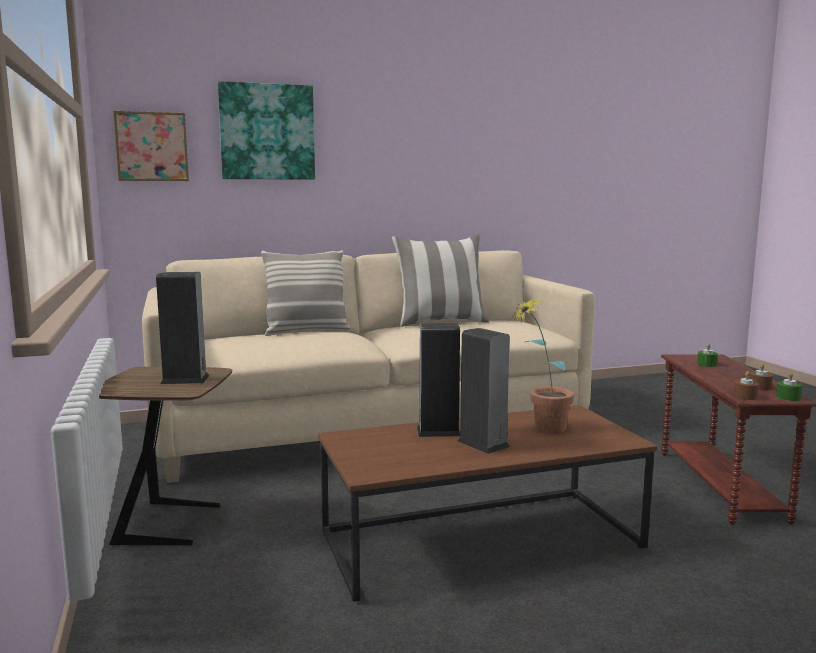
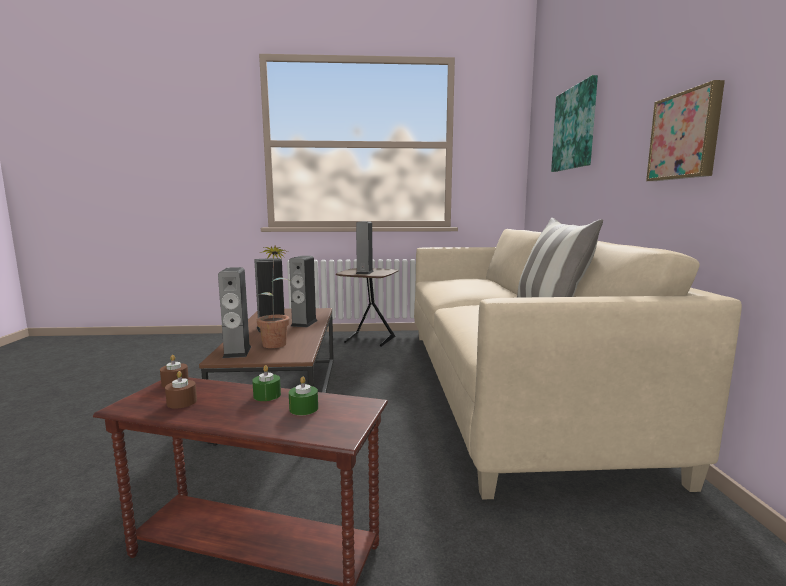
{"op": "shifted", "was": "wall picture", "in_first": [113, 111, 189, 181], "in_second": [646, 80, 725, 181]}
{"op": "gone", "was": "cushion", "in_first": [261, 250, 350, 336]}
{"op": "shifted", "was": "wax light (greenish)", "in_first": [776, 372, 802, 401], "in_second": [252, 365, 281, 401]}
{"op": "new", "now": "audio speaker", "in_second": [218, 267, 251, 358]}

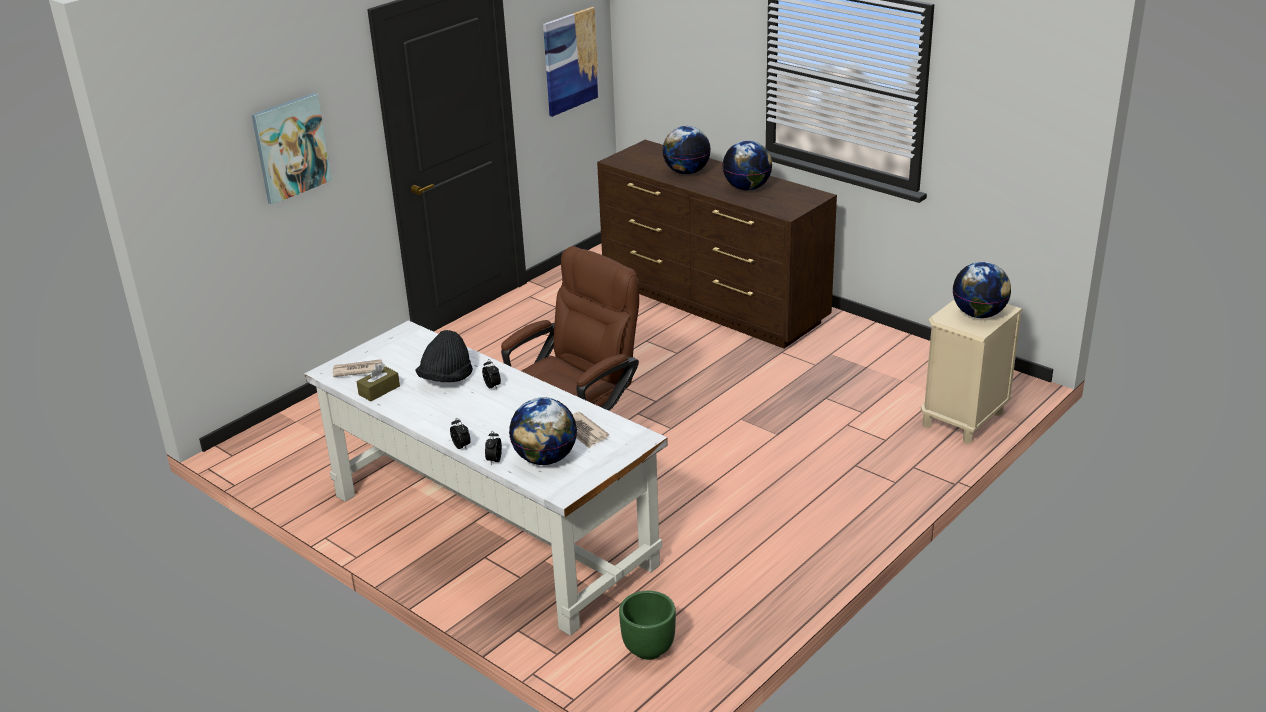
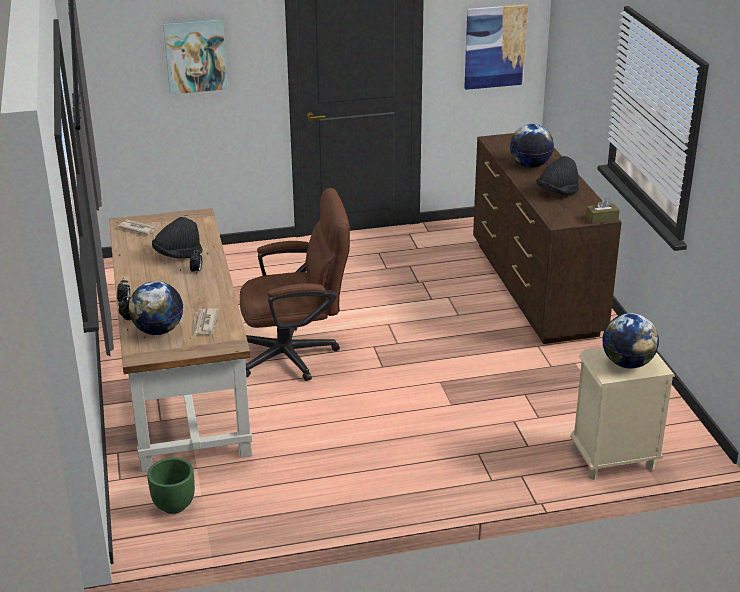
{"op": "swapped", "was": "desk globe", "now": "clothing hat (black)", "in_first": [722, 140, 772, 190], "in_second": [536, 156, 579, 195]}
{"op": "repainted", "was": "desk unit (whitish)", "now": "desk unit (brown)", "in_first": [304, 320, 668, 636], "in_second": [109, 208, 252, 472]}
{"op": "shifted", "was": "tissue box (brown)", "in_first": [357, 363, 400, 401], "in_second": [586, 197, 620, 224]}

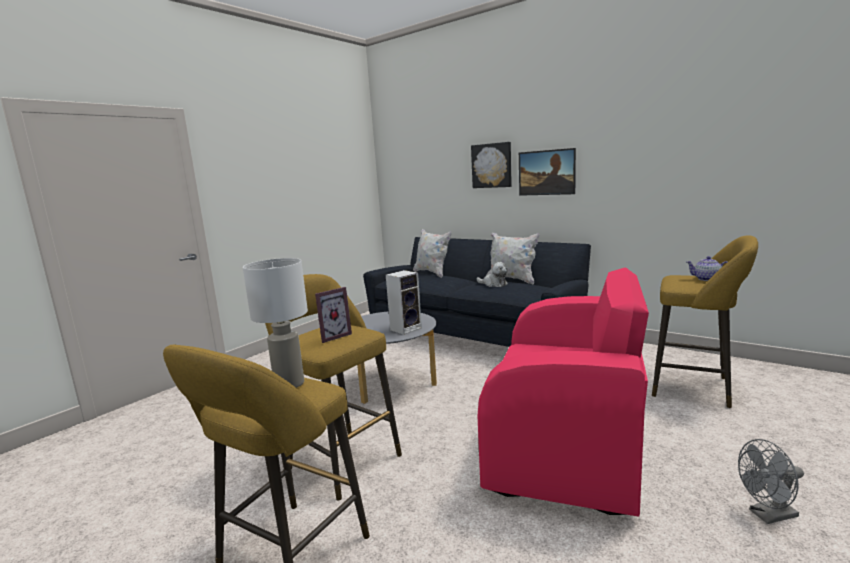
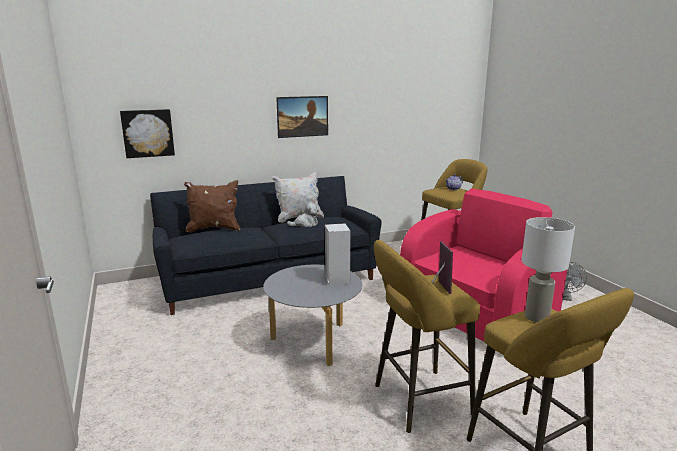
{"op": "shifted", "was": "wall picture", "in_first": [471, 142, 512, 188], "in_second": [120, 109, 175, 158]}
{"op": "repainted", "was": "cushion (whitish)", "now": "cushion (brown)", "in_first": [413, 229, 452, 278], "in_second": [184, 180, 240, 233]}

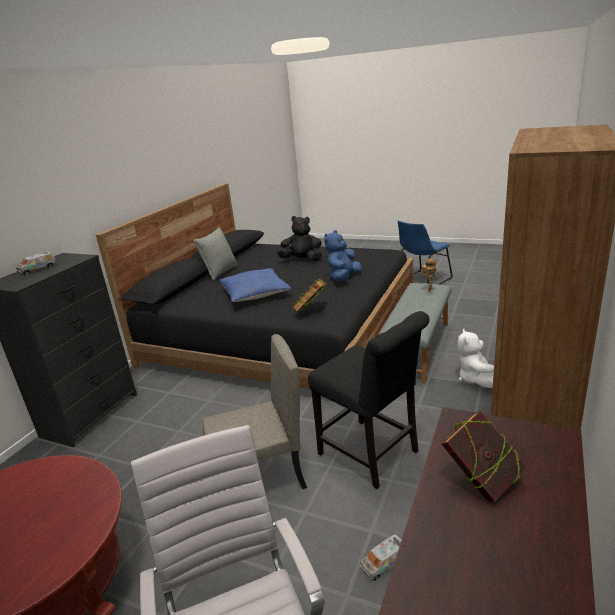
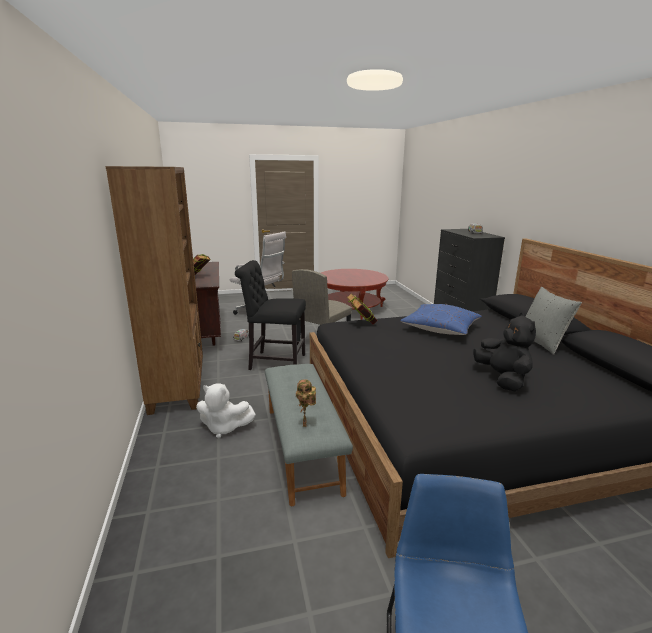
{"op": "rotated", "was": "cuddly toy (black)", "in_first": [277, 216, 322, 261], "in_second": [473, 313, 536, 392], "clockwise": -75}
{"op": "gone", "was": "cuddly toy (bluish)", "in_first": [325, 230, 361, 282]}
{"op": "rotated", "was": "cuddly toy (whitish)", "in_first": [458, 329, 494, 388], "in_second": [196, 383, 256, 438], "clockwise": 135}

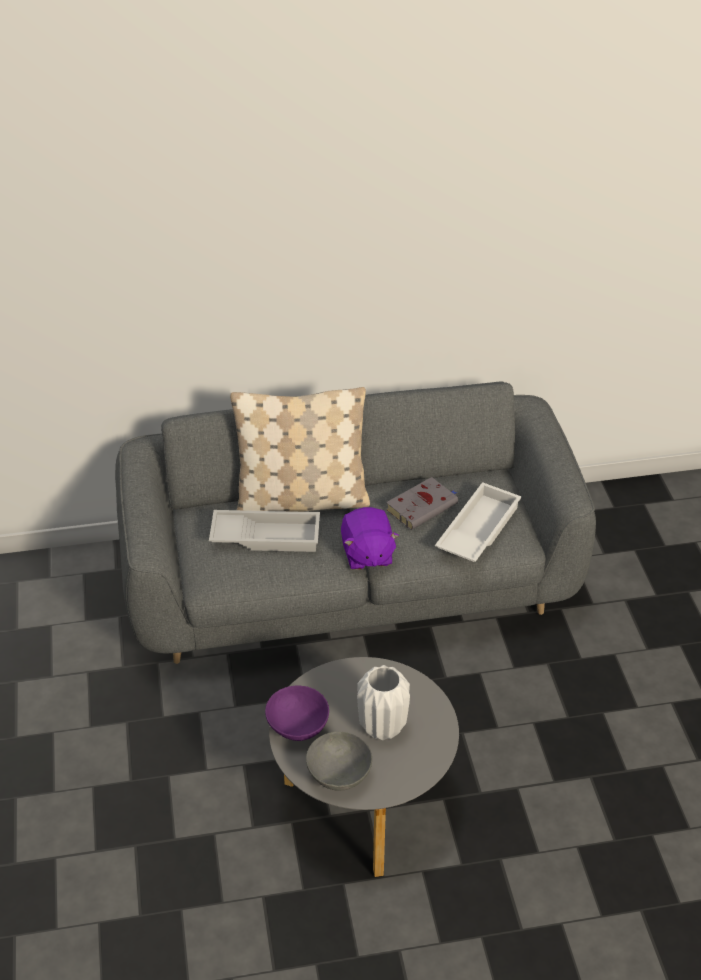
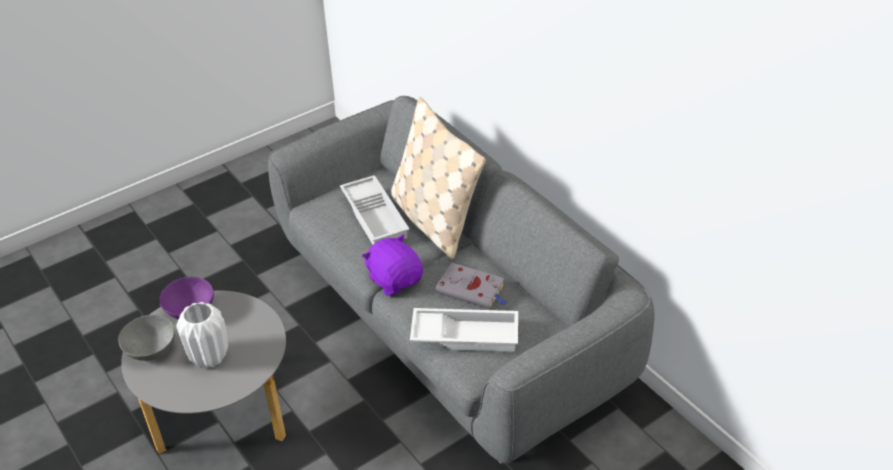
{"op": "rotated", "was": "cuddly toy (purplish)", "in_first": [341, 507, 399, 570], "in_second": [362, 234, 423, 296], "clockwise": 90}

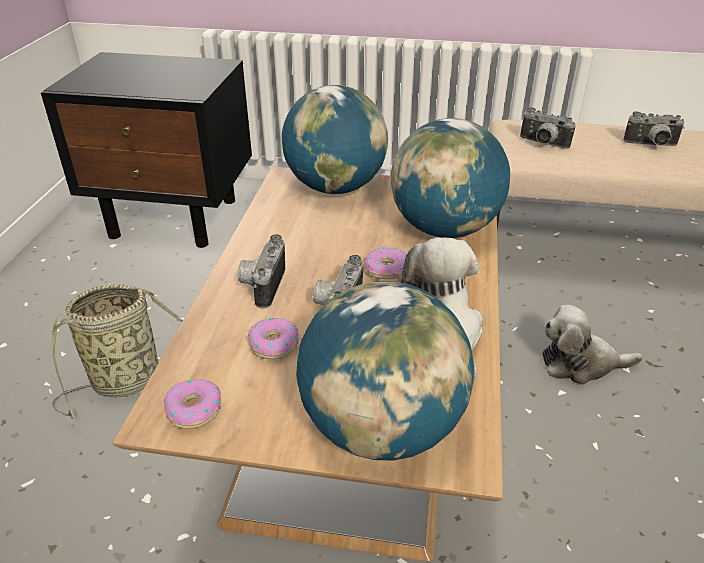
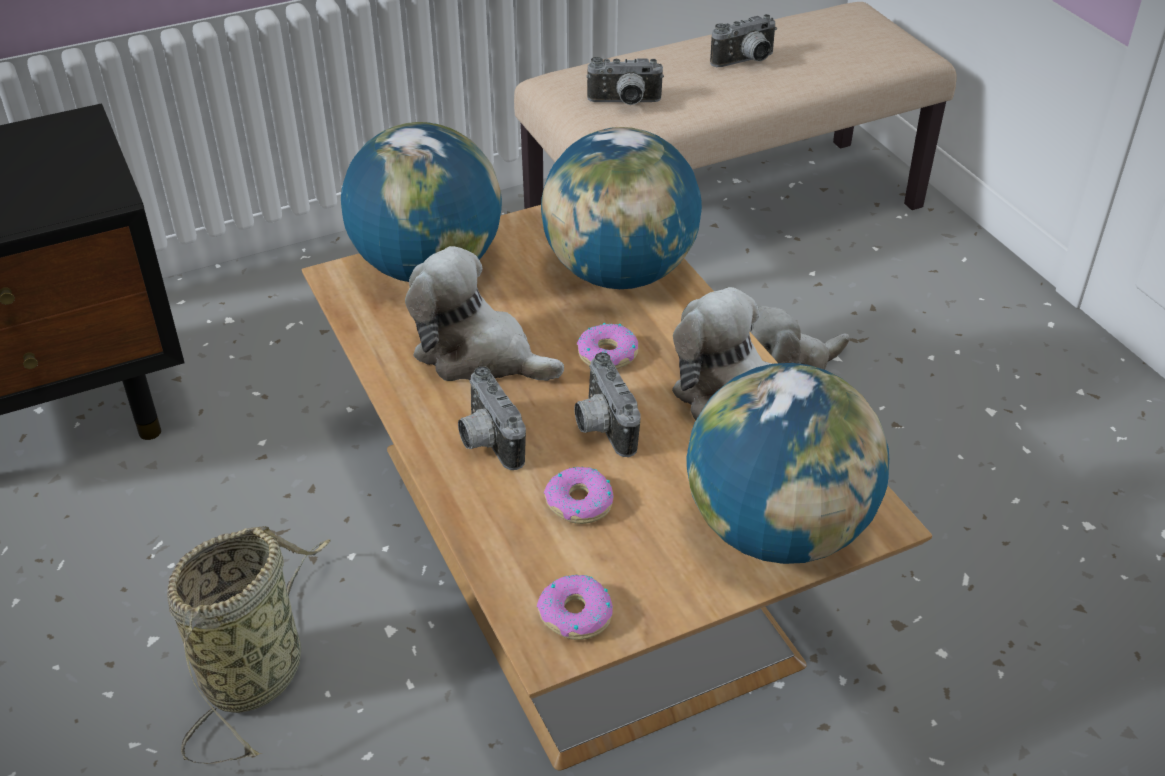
{"op": "new", "now": "cuddly toy", "in_second": [405, 246, 564, 381]}

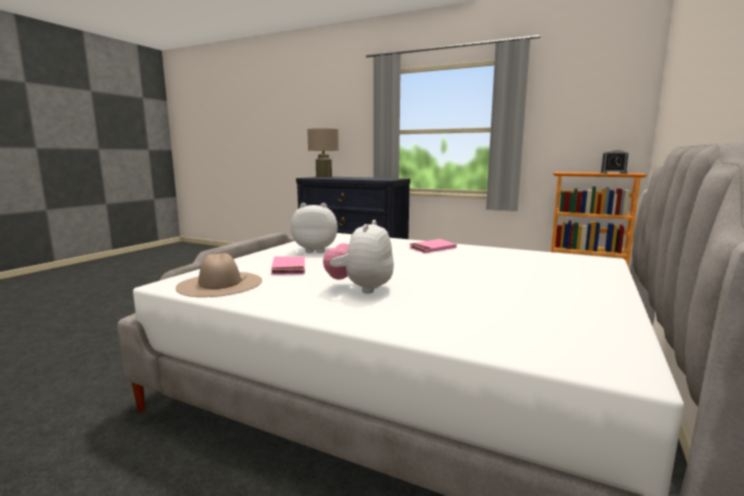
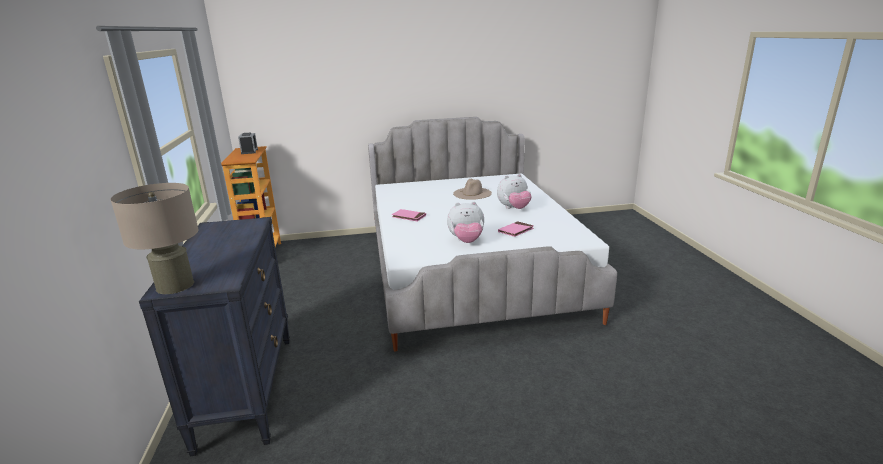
{"op": "rotated", "was": "cuddly toy", "in_first": [291, 203, 338, 253], "in_second": [447, 202, 484, 243], "clockwise": -60}
{"op": "shifted", "was": "clothing hat (beige)", "in_first": [176, 253, 262, 297], "in_second": [453, 179, 492, 200]}

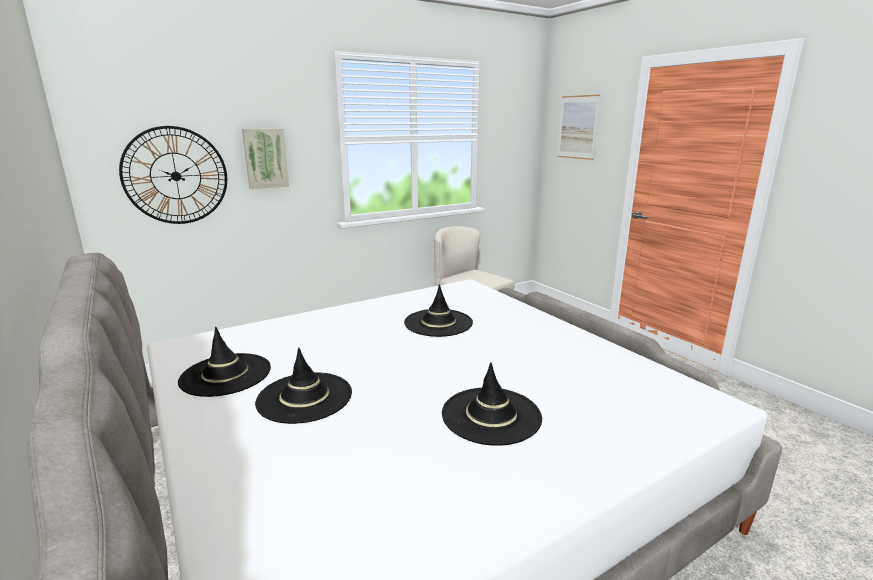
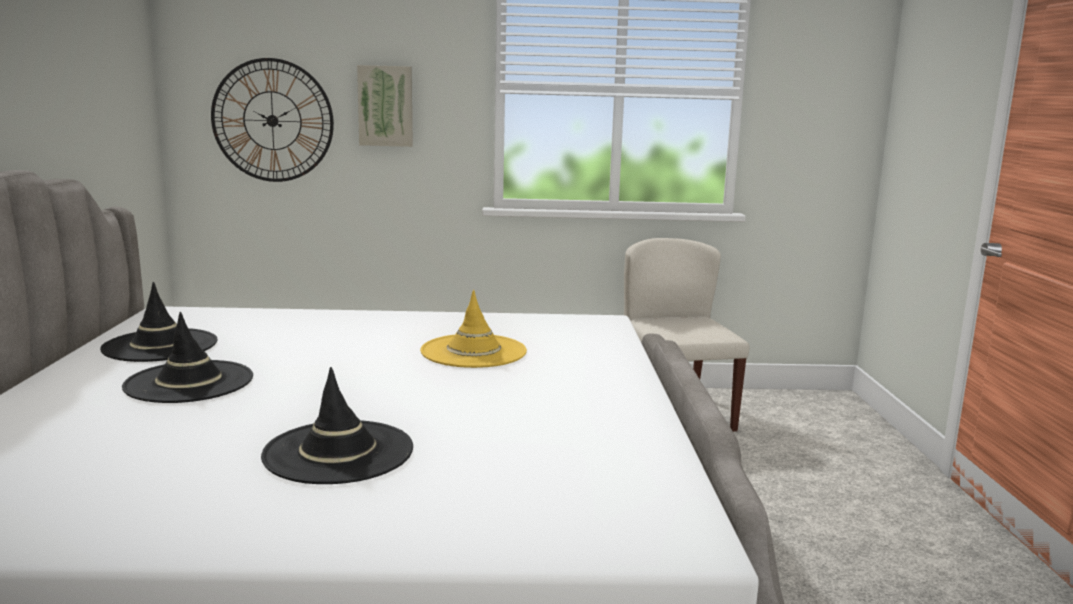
{"op": "gone", "was": "wall picture", "in_first": [557, 95, 600, 160]}
{"op": "repainted", "was": "clothing hat (black)", "now": "clothing hat (yellow-coloured)", "in_first": [404, 284, 473, 337], "in_second": [420, 290, 527, 368]}

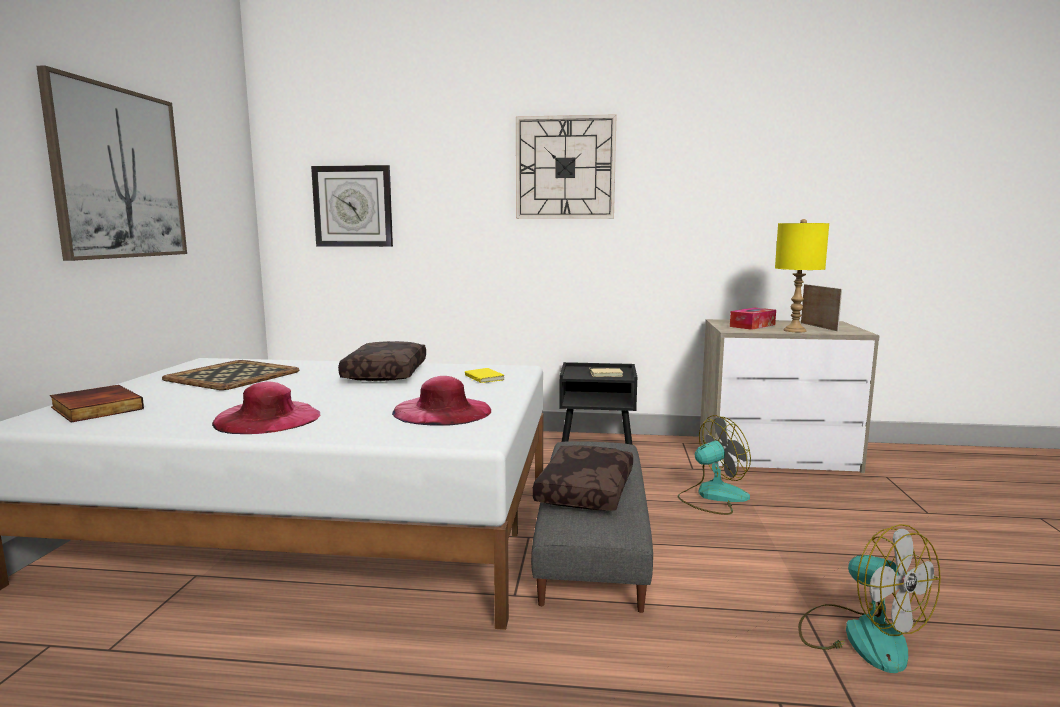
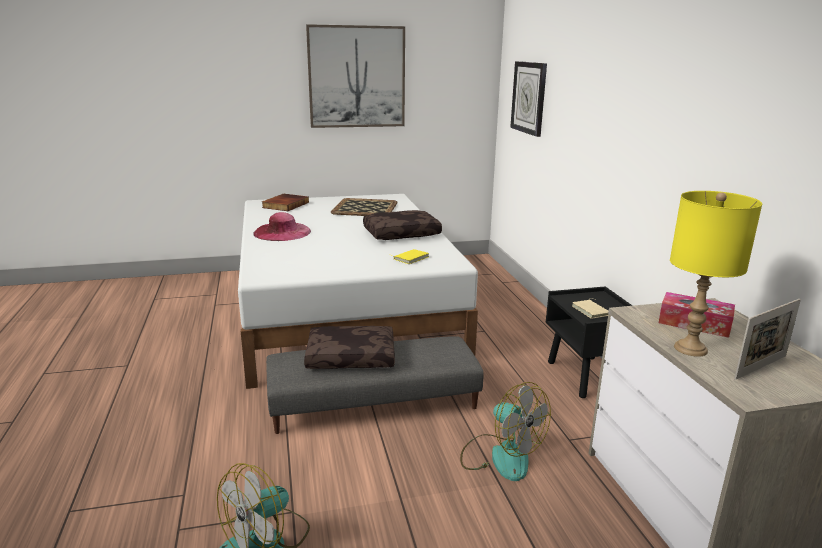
{"op": "gone", "was": "wall clock", "in_first": [516, 114, 617, 219]}
{"op": "gone", "was": "clothing hat (pink)", "in_first": [392, 376, 491, 426]}

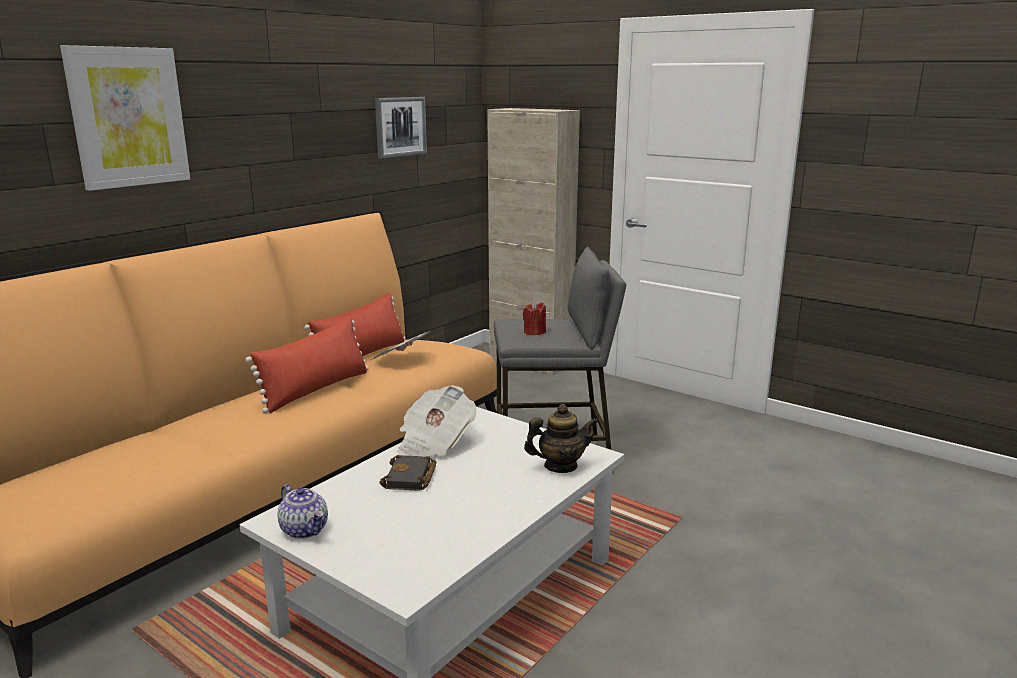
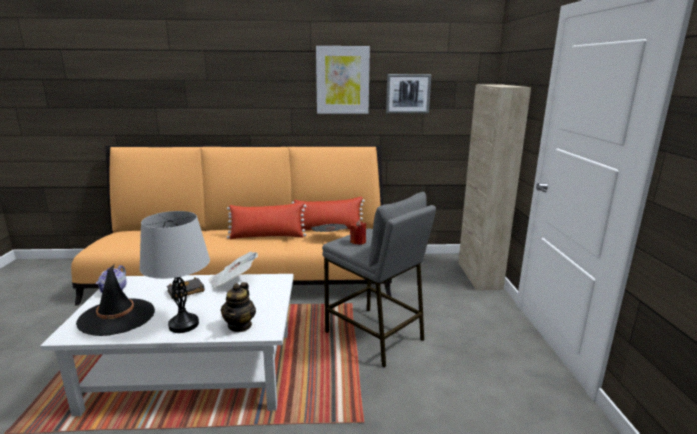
{"op": "shifted", "was": "wall picture", "in_first": [60, 45, 190, 191], "in_second": [316, 46, 370, 114]}
{"op": "rotated", "was": "pot for tea", "in_first": [524, 404, 598, 473], "in_second": [221, 282, 256, 332], "clockwise": 60}
{"op": "new", "now": "tabletop lamp (gray)", "in_second": [139, 211, 210, 333]}
{"op": "new", "now": "clothing hat (black)", "in_second": [76, 265, 155, 336]}

